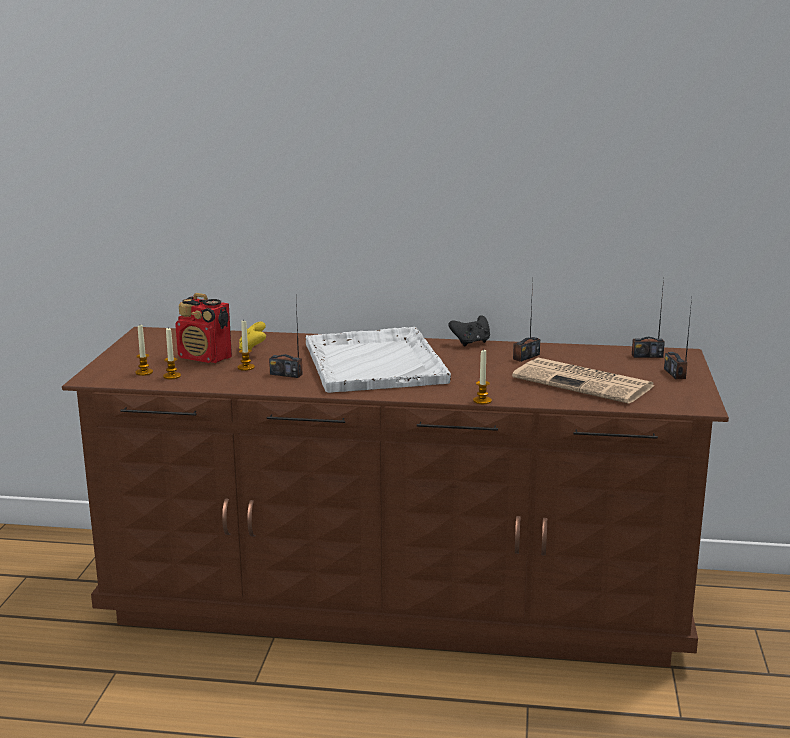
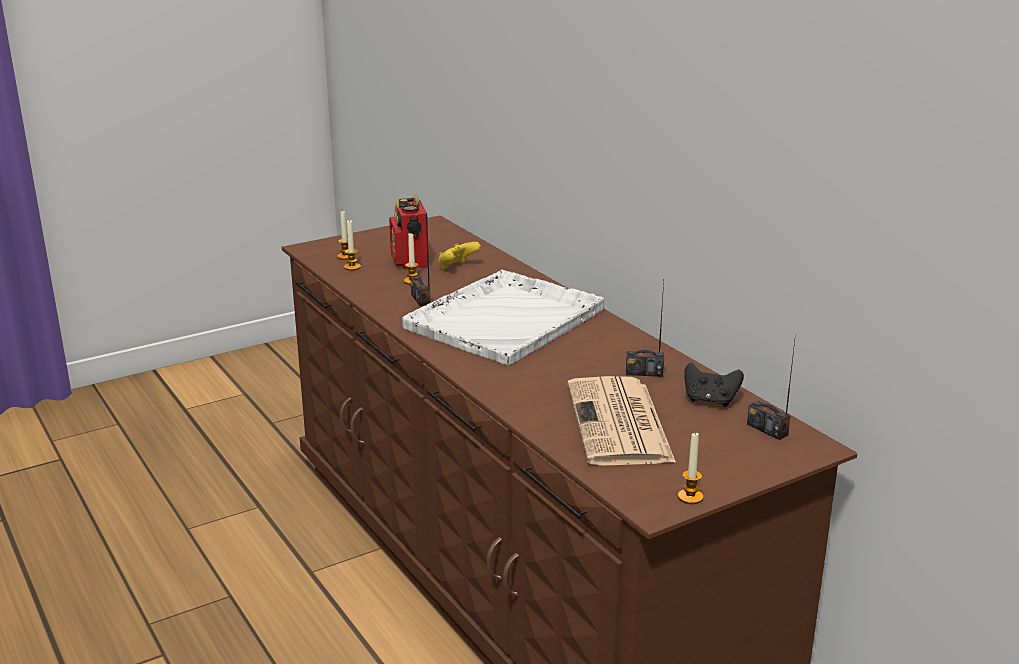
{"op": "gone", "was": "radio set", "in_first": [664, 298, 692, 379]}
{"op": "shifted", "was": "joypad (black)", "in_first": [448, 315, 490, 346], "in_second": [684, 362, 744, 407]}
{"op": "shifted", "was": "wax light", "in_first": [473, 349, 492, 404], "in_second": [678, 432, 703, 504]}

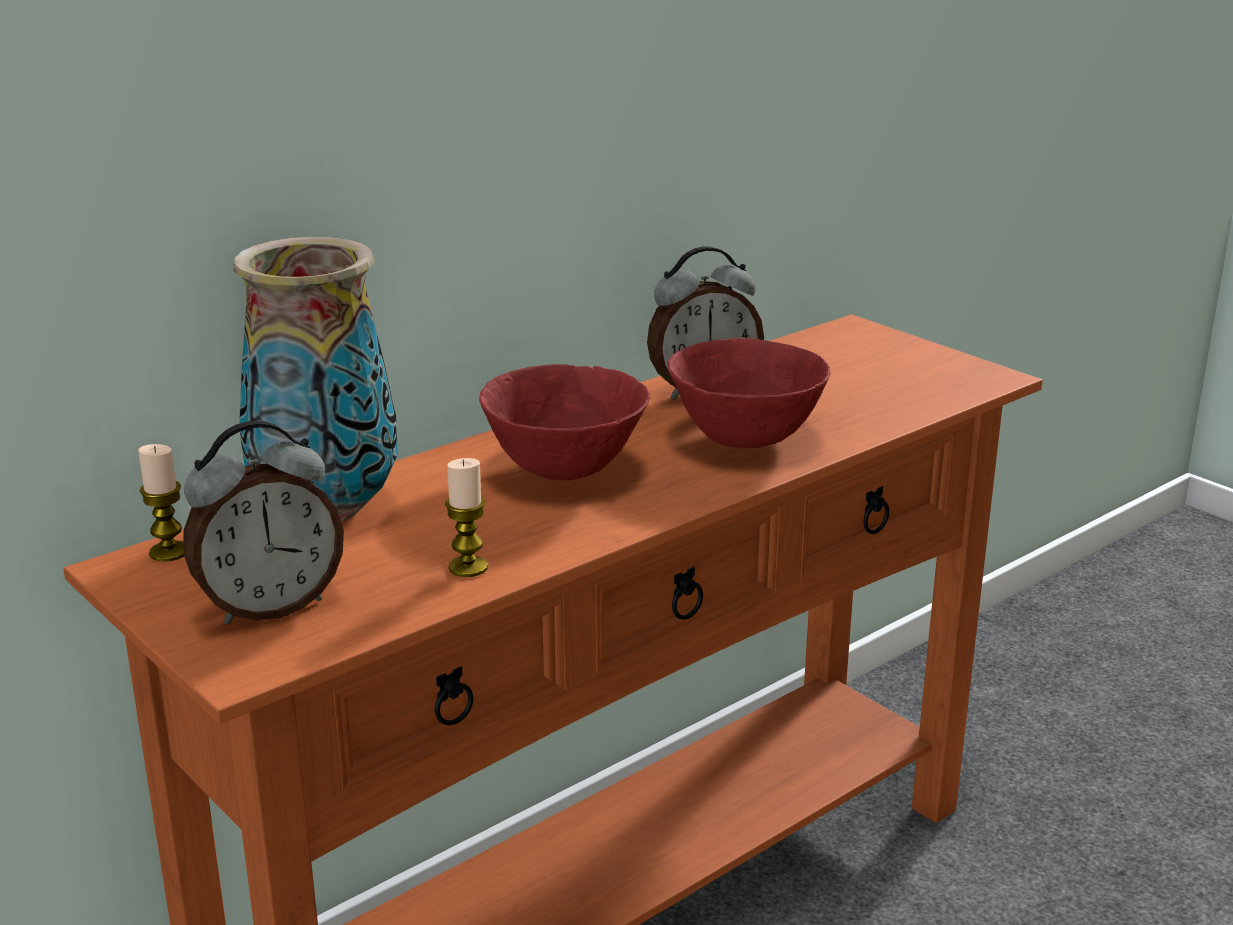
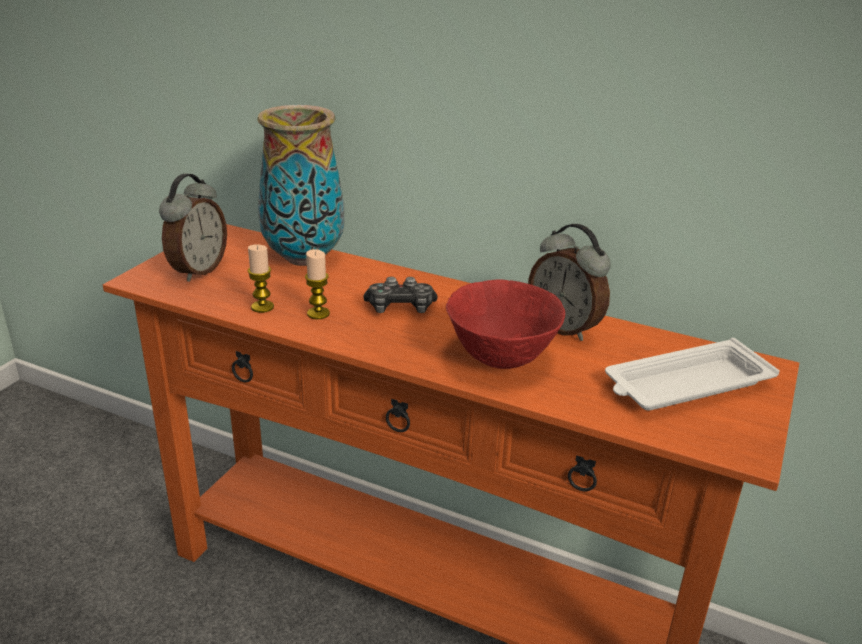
{"op": "swapped", "was": "serving bowl (reddish)", "now": "joypad", "in_first": [479, 364, 650, 480], "in_second": [363, 277, 438, 313]}
{"op": "rotated", "was": "alarm clock", "in_first": [183, 420, 344, 625], "in_second": [159, 174, 227, 282], "clockwise": -105}
{"op": "shifted", "was": "wax light", "in_first": [138, 444, 184, 562], "in_second": [305, 249, 330, 319]}
{"op": "new", "now": "serving tray (whitish)", "in_second": [605, 338, 780, 410]}

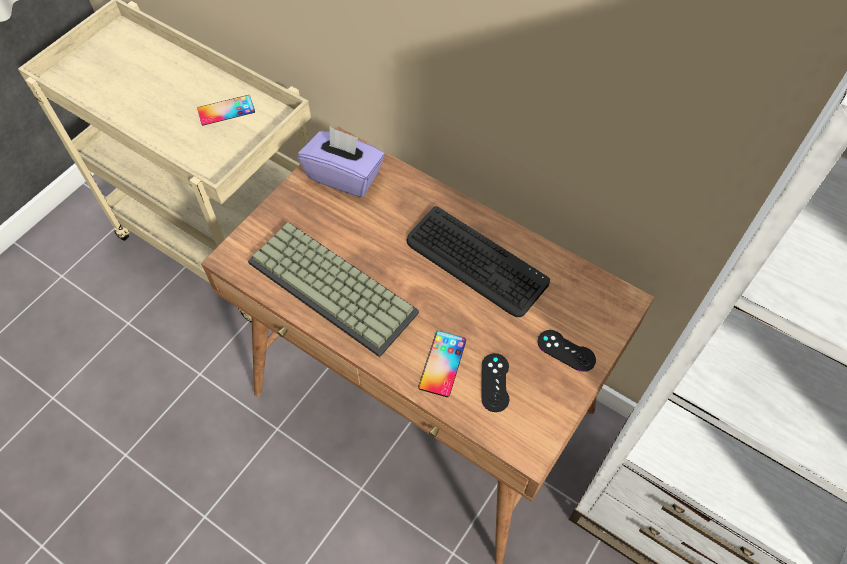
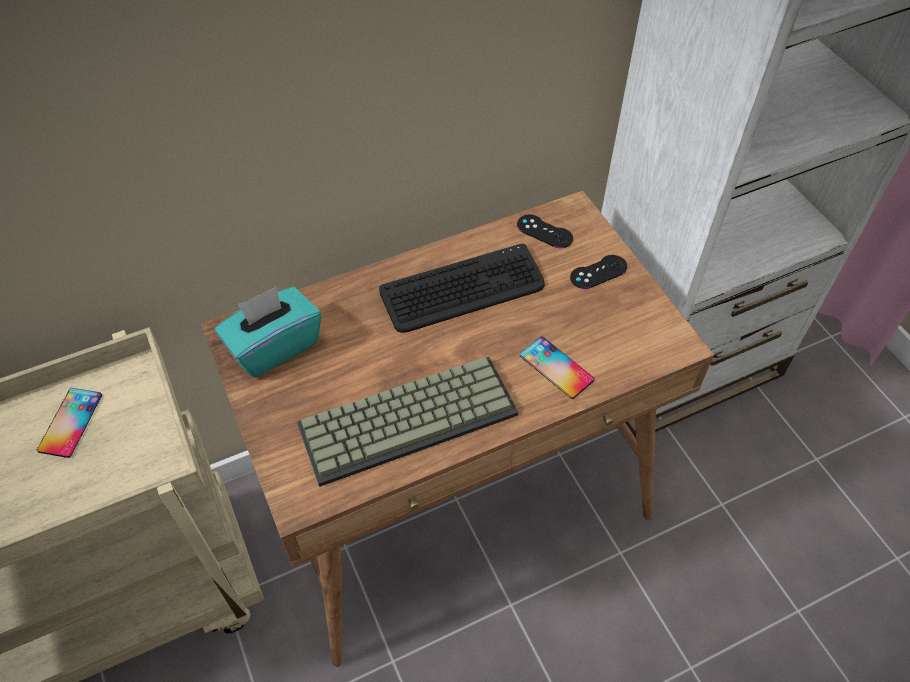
{"op": "repainted", "was": "tissue box (purplish)", "now": "tissue box (blue-green)", "in_first": [298, 126, 385, 198], "in_second": [215, 287, 321, 377]}
{"op": "shifted", "was": "joypad (black)", "in_first": [481, 353, 509, 412], "in_second": [517, 214, 573, 248]}

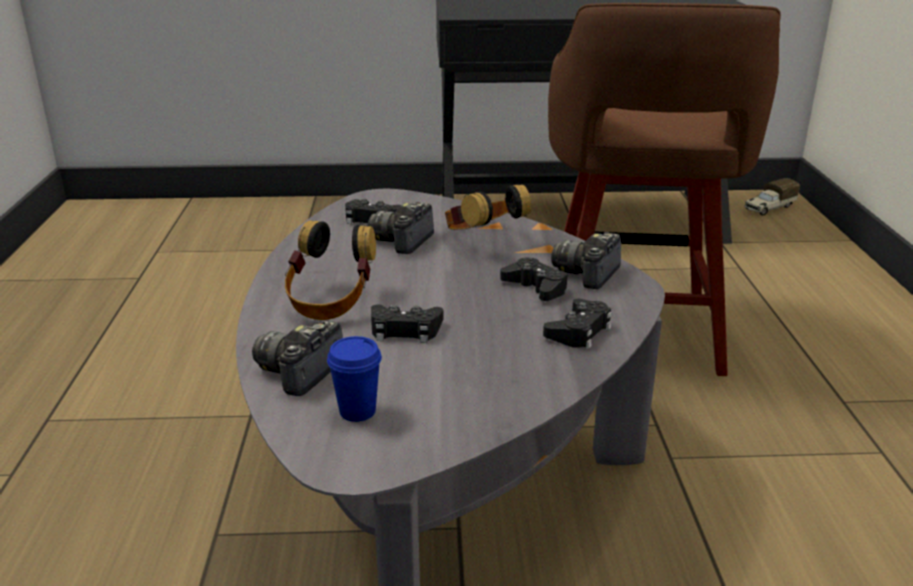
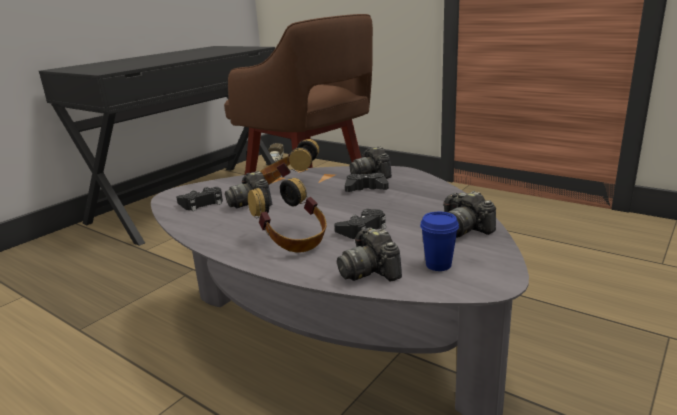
{"op": "gone", "was": "joypad (black)", "in_first": [543, 299, 612, 349]}
{"op": "new", "now": "photo camera", "in_second": [443, 191, 496, 238]}

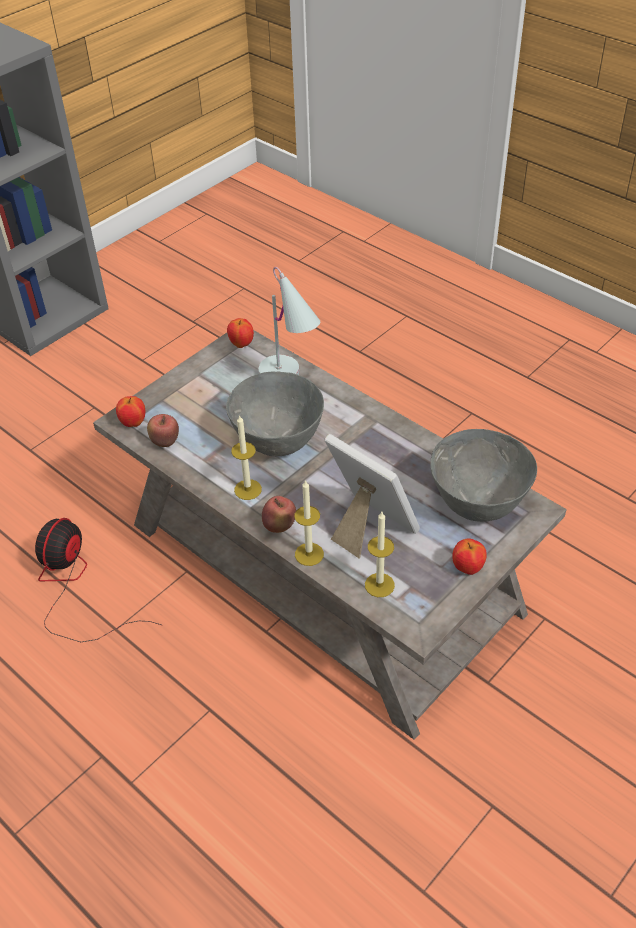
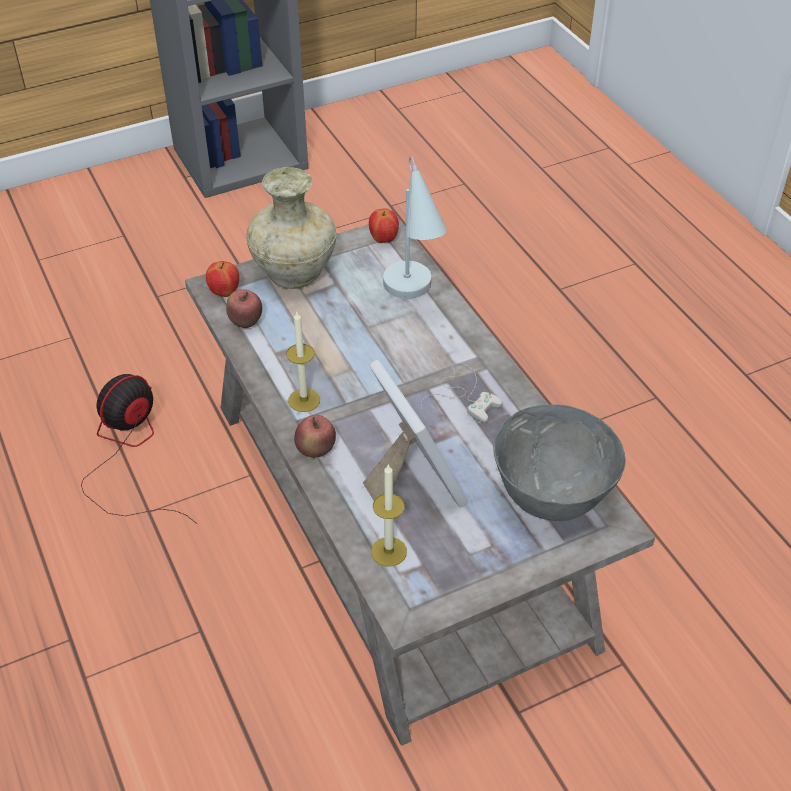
{"op": "gone", "was": "serving bowl (gray)", "in_first": [226, 372, 324, 456]}
{"op": "gone", "was": "wax light", "in_first": [294, 480, 324, 566]}
{"op": "gone", "was": "apple fruit", "in_first": [452, 538, 487, 575]}
{"op": "new", "now": "decorative vase (beige)", "in_second": [246, 167, 336, 289]}
{"op": "new", "now": "joypad (whitish)", "in_second": [421, 363, 503, 423]}

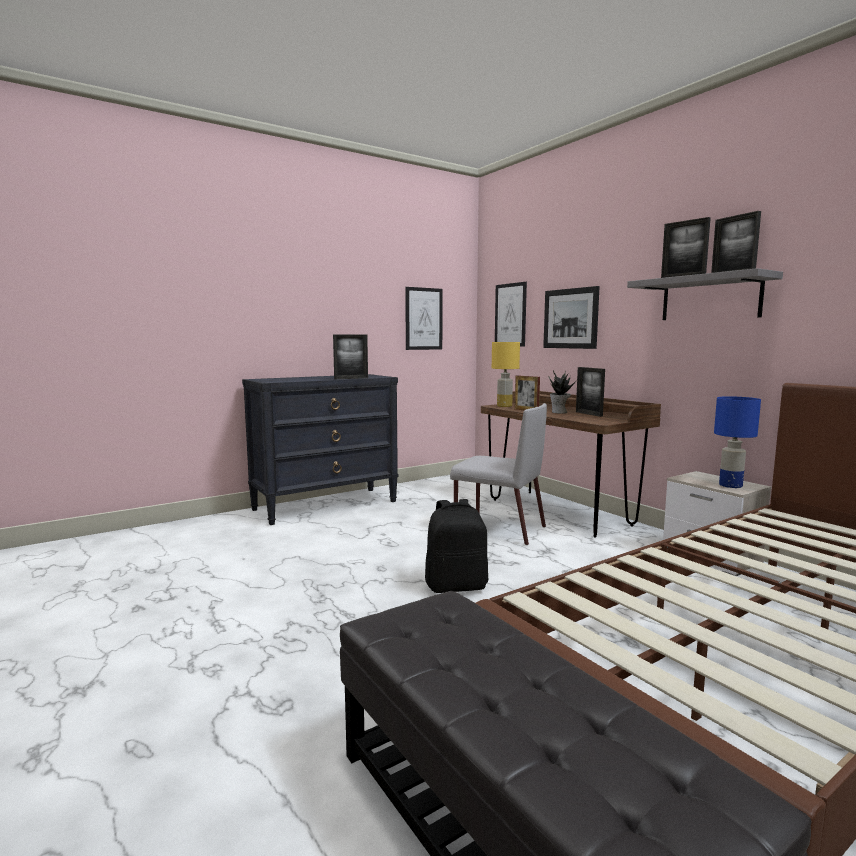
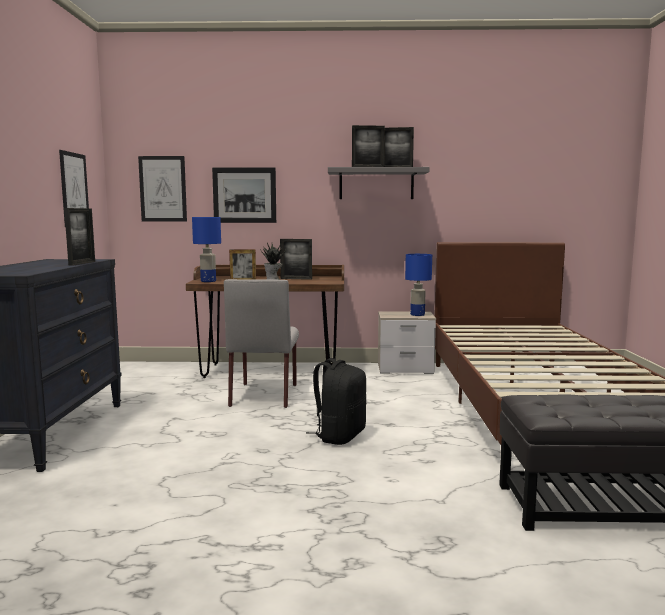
{"op": "repainted", "was": "tabletop lamp (yellow-coloured)", "now": "tabletop lamp (bluish)", "in_first": [492, 342, 520, 407], "in_second": [192, 217, 221, 282]}
{"op": "rotated", "was": "plain chair (gray)", "in_first": [450, 403, 547, 545], "in_second": [224, 279, 299, 408], "clockwise": 120}

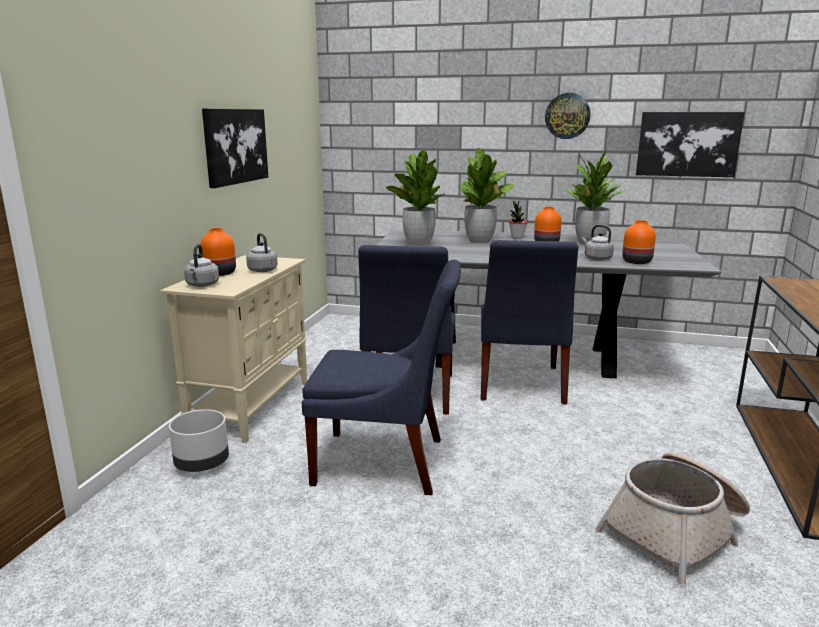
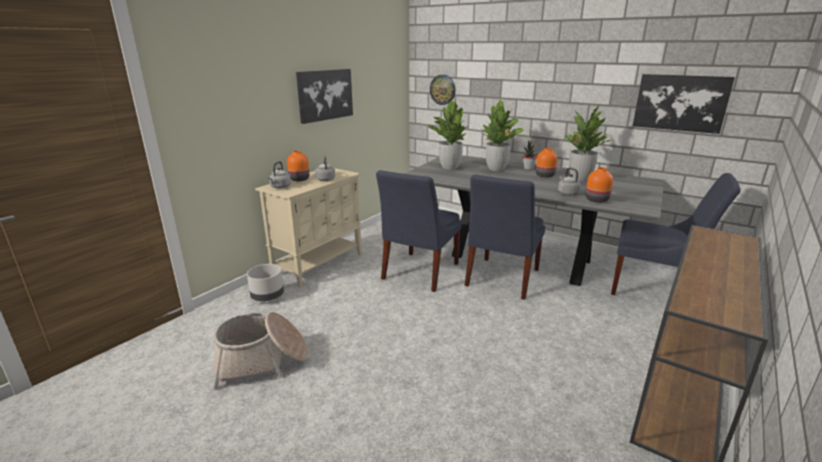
{"op": "shifted", "was": "wall clock", "in_first": [545, 93, 590, 139], "in_second": [430, 75, 456, 105]}
{"op": "shifted", "was": "plain chair (bluish)", "in_first": [302, 260, 461, 495], "in_second": [611, 173, 741, 295]}
{"op": "shifted", "was": "household basket", "in_first": [595, 453, 750, 584], "in_second": [213, 312, 308, 390]}

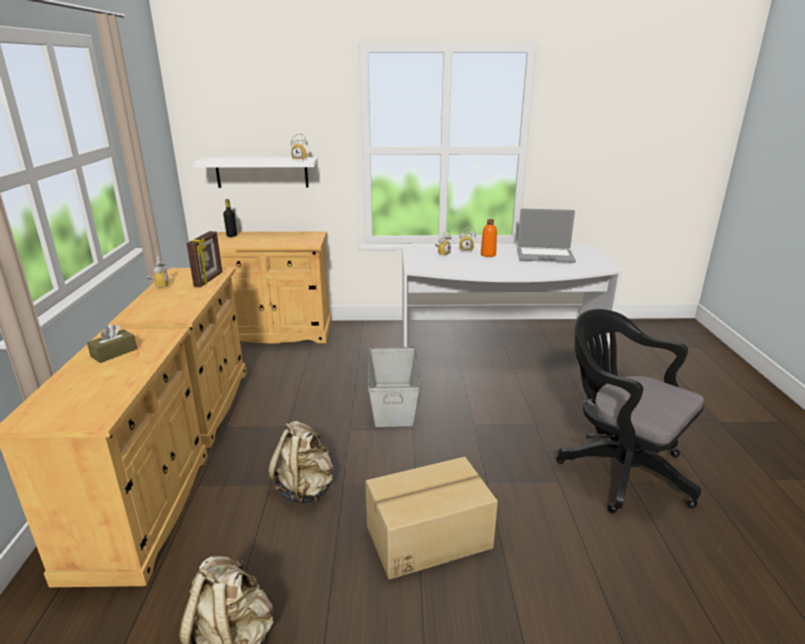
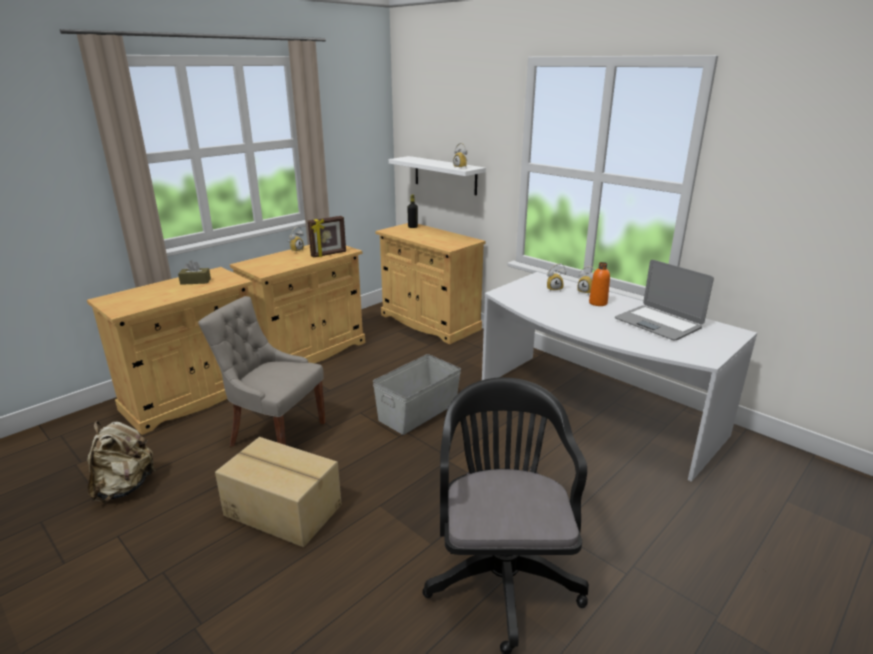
{"op": "swapped", "was": "rucksack (beige)", "now": "plain chair (gray)", "in_first": [268, 421, 333, 506], "in_second": [198, 296, 325, 447]}

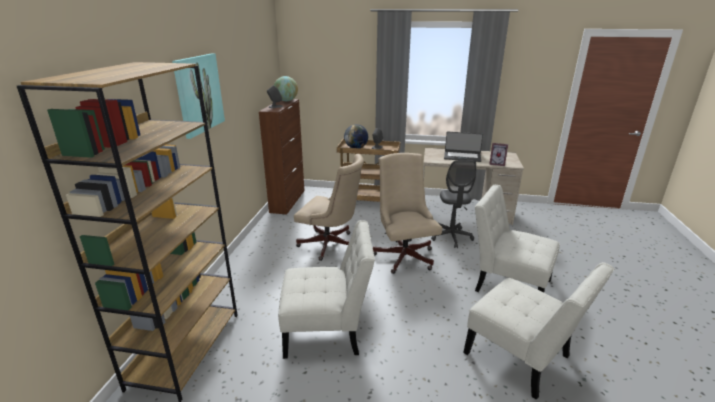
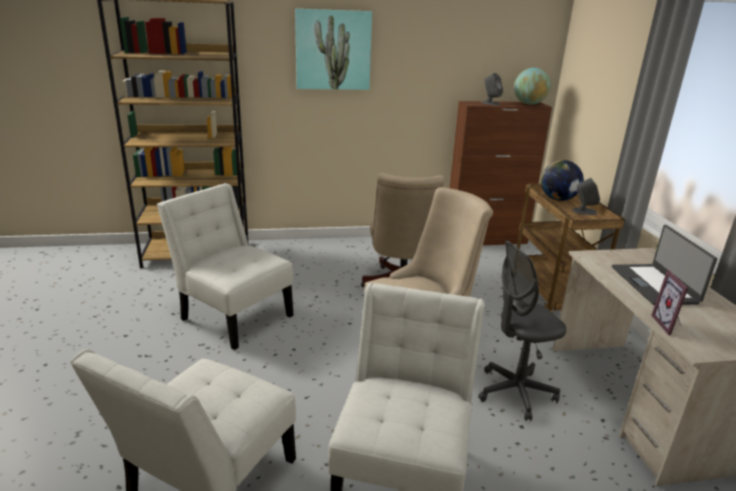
{"op": "rotated", "was": "plain chair (whitish)", "in_first": [278, 220, 375, 359], "in_second": [157, 183, 294, 350], "clockwise": 150}

